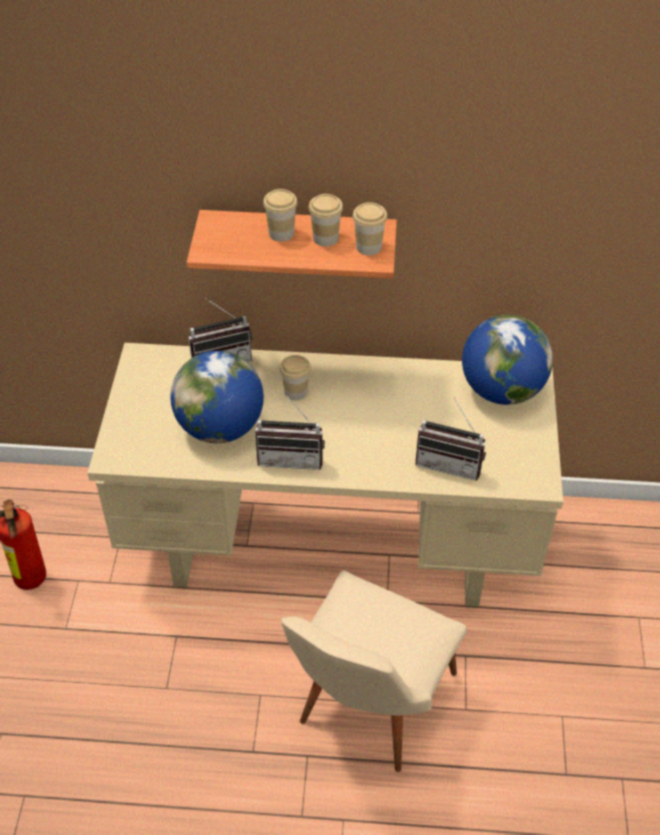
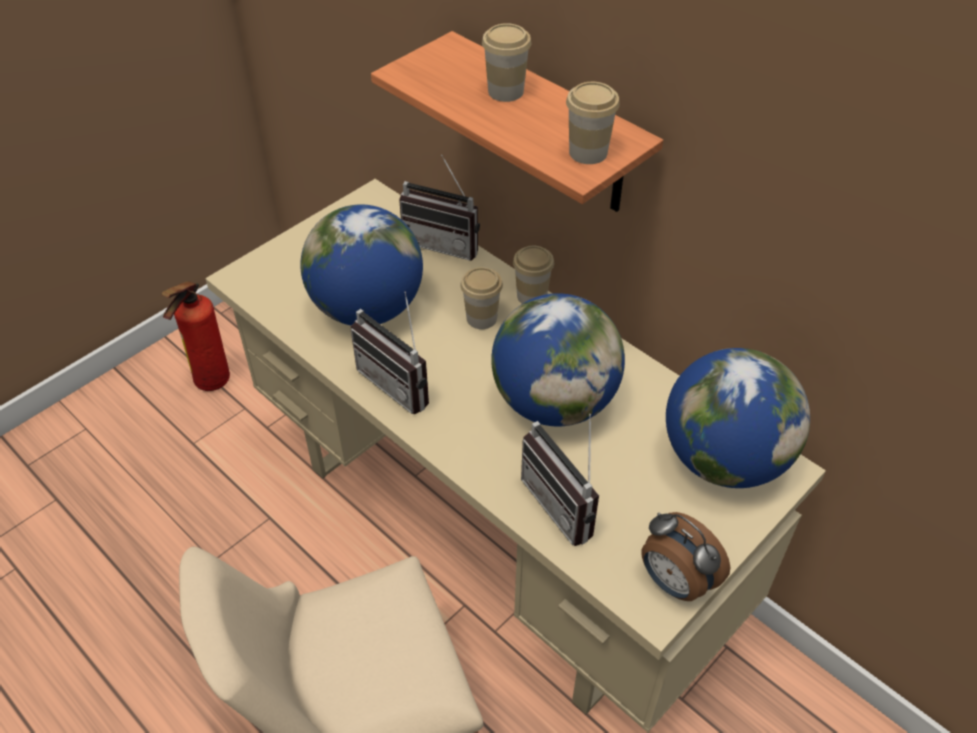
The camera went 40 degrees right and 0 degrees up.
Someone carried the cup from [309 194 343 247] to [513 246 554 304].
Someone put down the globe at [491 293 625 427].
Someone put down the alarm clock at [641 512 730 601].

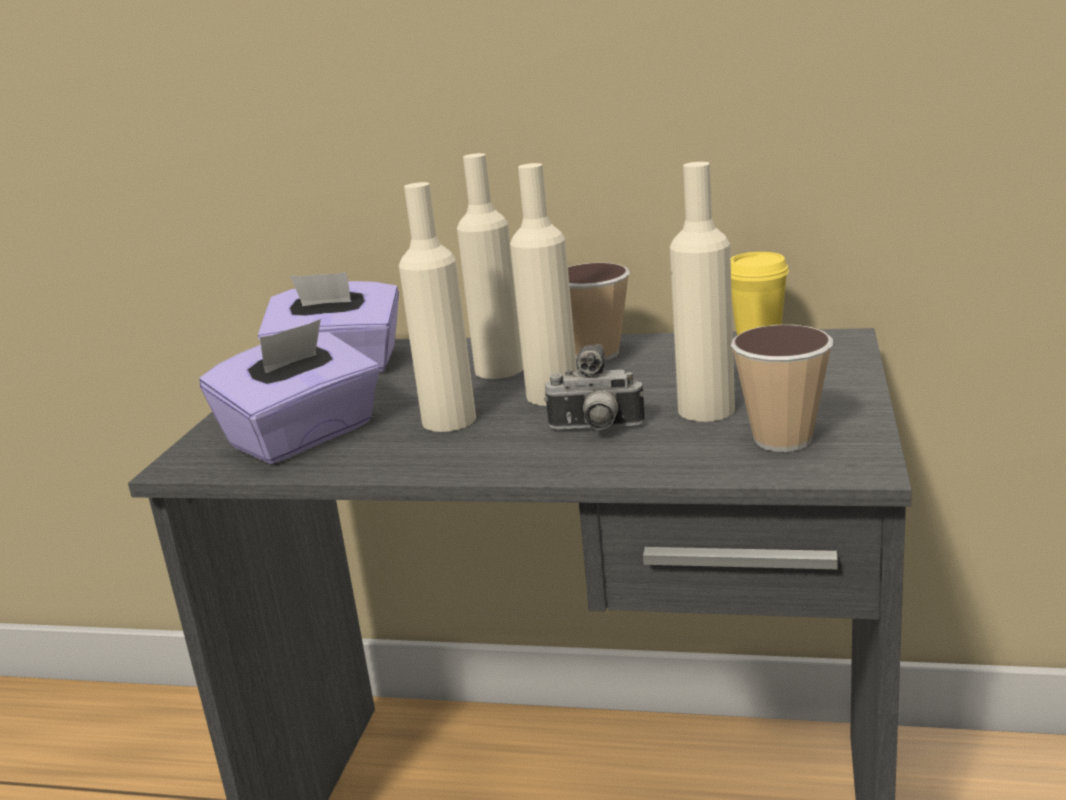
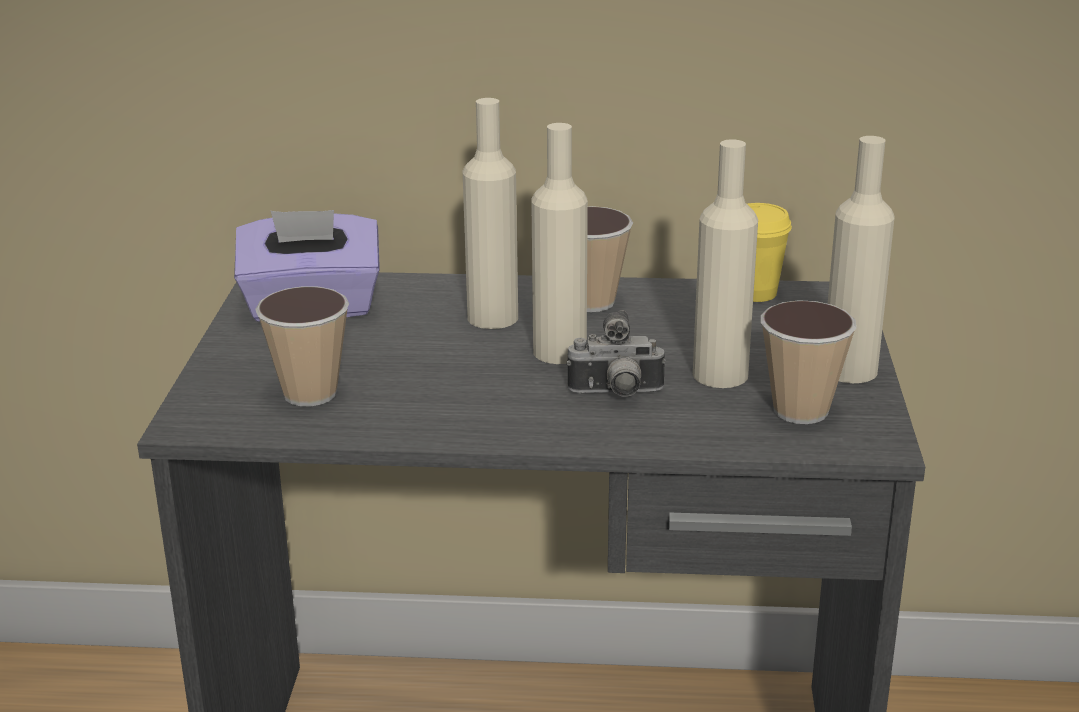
The camera went 10 degrees left and 5 degrees up.
Someone swapped the purple tissue box at [199 319 380 464] for the cup at [255 286 349 406].
Someone carried the beige bottle from [399 182 476 432] to [828 136 895 383].

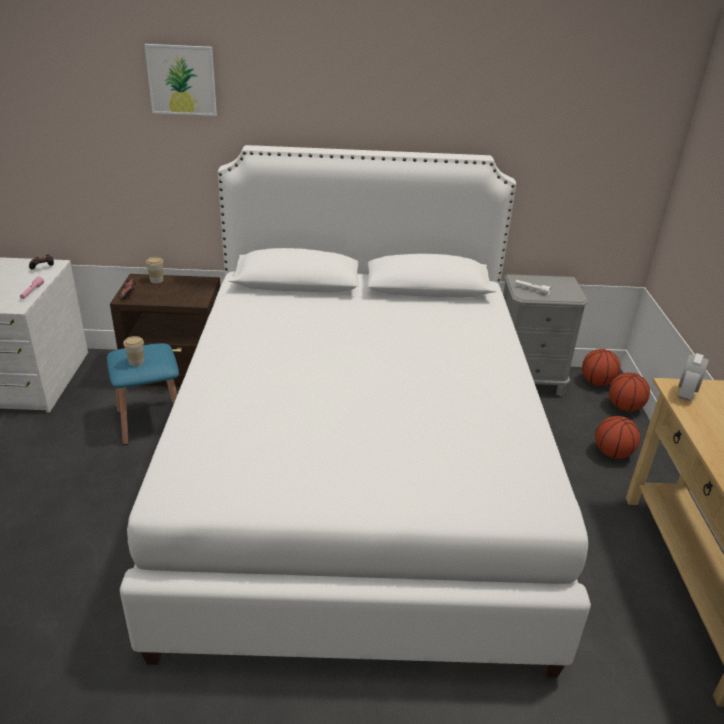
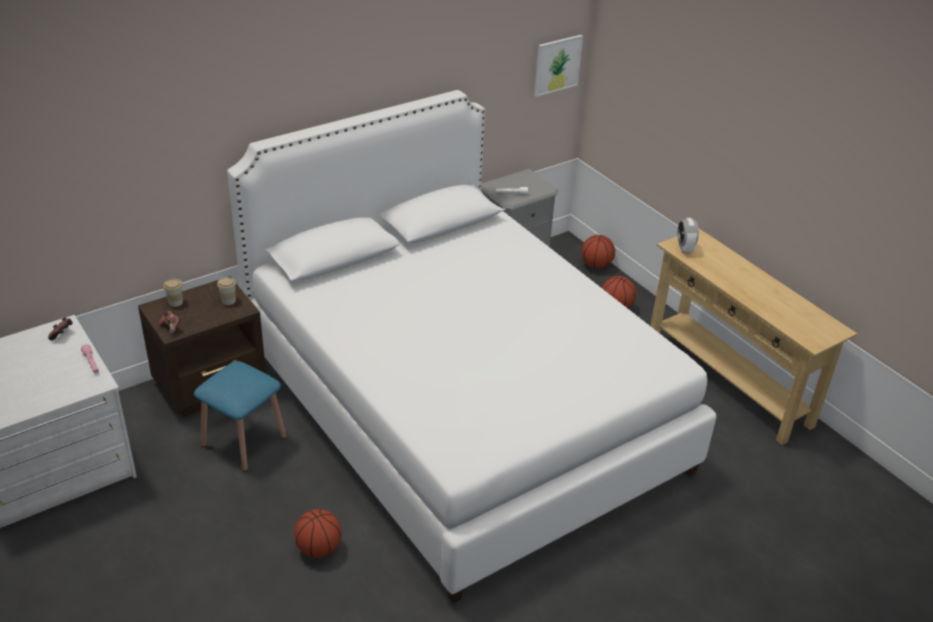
The camera went 35 degrees left and 5 degrees up.
Someone carried the cup from [123 336 144 366] to [217 277 236 305].
Someone carried the picture from [144 44 217 116] to [534 35 583 97].
Someone carried the basketball from [582 349 621 386] to [294 509 341 558].

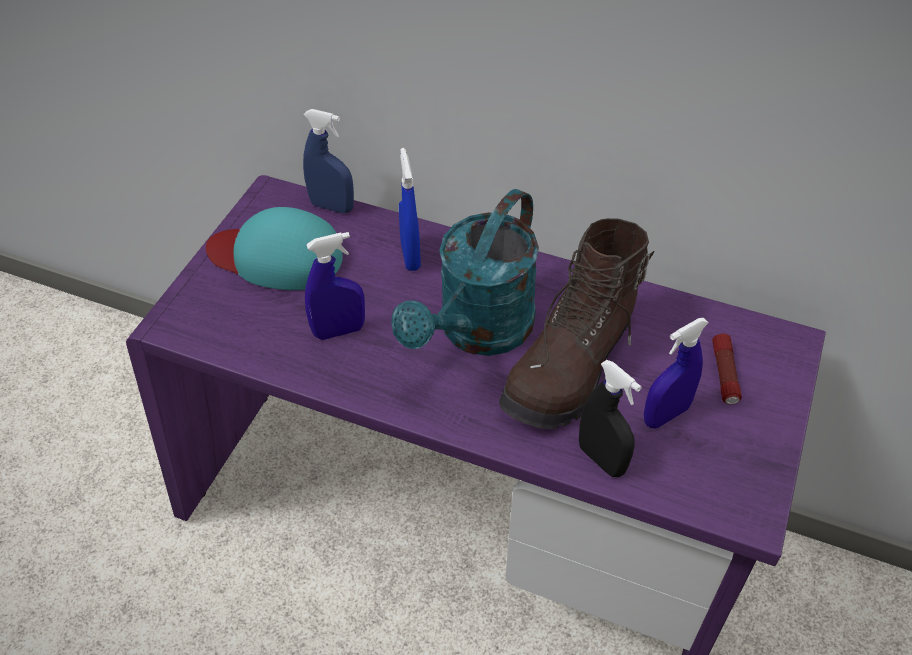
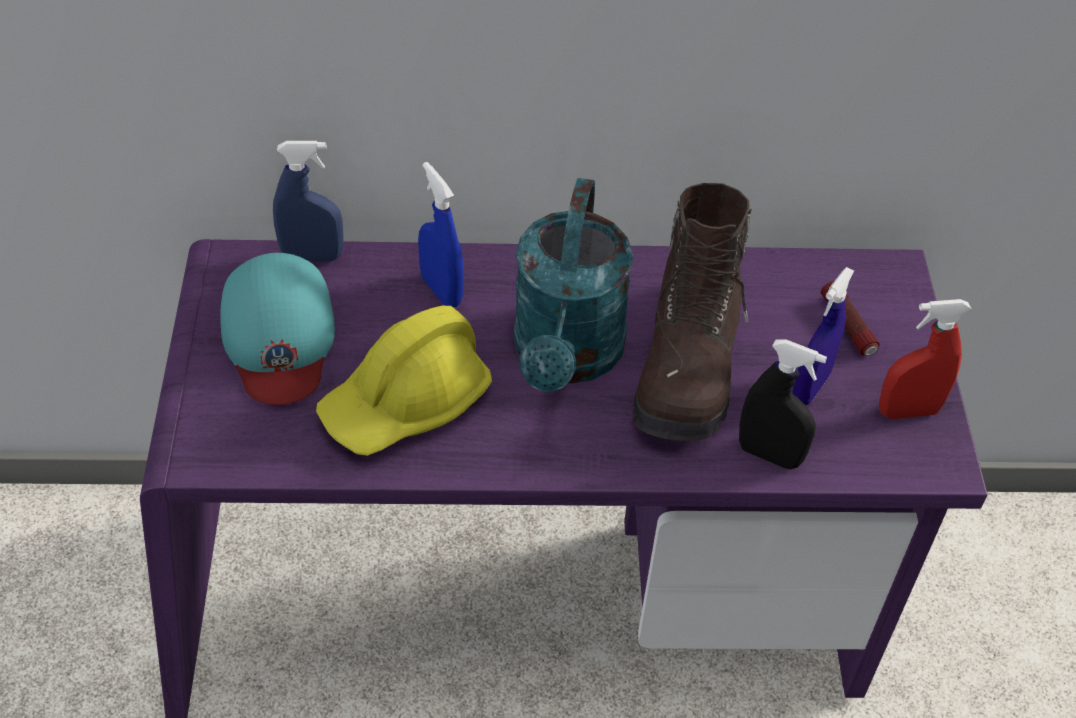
The camera went 25 degrees left and 0 degrees up.
Someone rotated the turquoise cap at [206 207 343 290] by 90 degrees counterclockwise.
Someone swapped the blue spray bottle at [305 232 365 340] for the yellow hard hat at [316 306 492 456].
Someone put down the red spray bottle at [879 299 971 419].

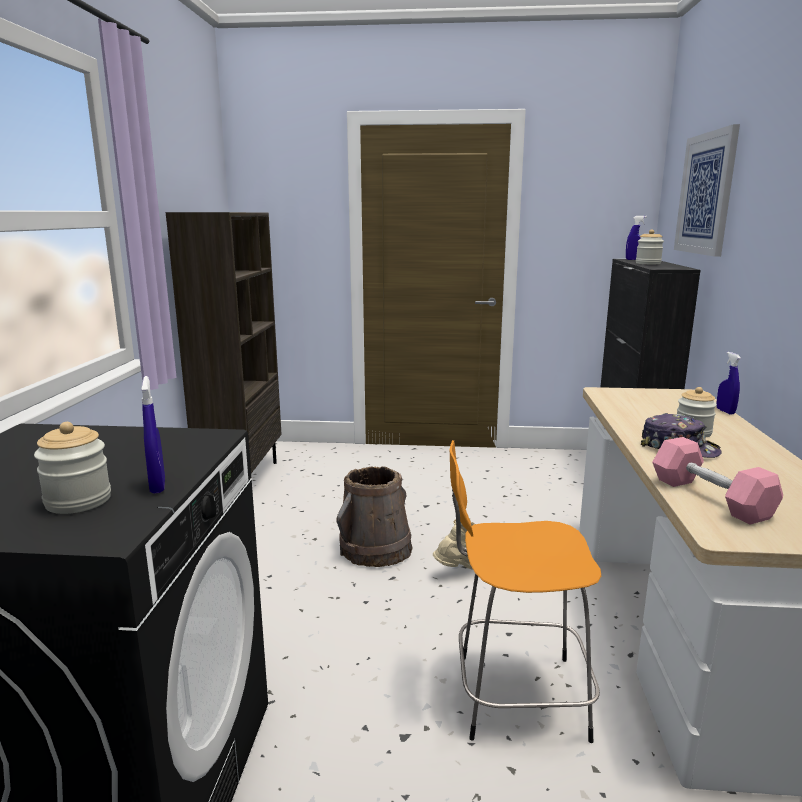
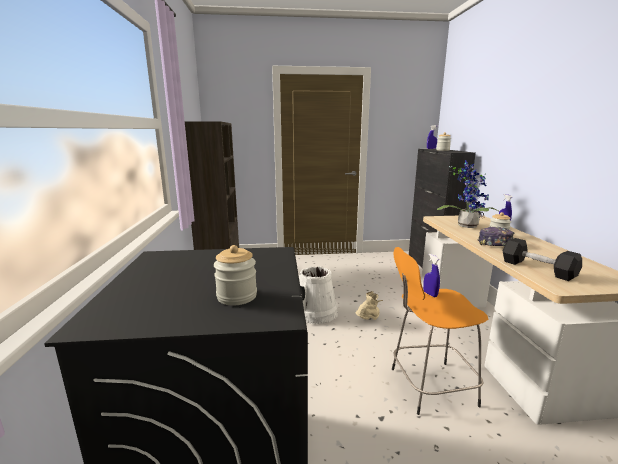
The camera went 10 degrees left and 0 degrees up.
Someone carried the blue spray bottle from [141 376 165 494] to [423 254 440 297].
Someone repainted the brown bucket at [336 466 412 567], which became the white bucket at [299 266 338 324].
Someone repainted the pink dumbbell at [652 437 783 525], which became the black dumbbell at [503 238 582 281].
Someone took away the picture at [674 124 740 257].
Someone put down the potted plant at [437 160 500 228].

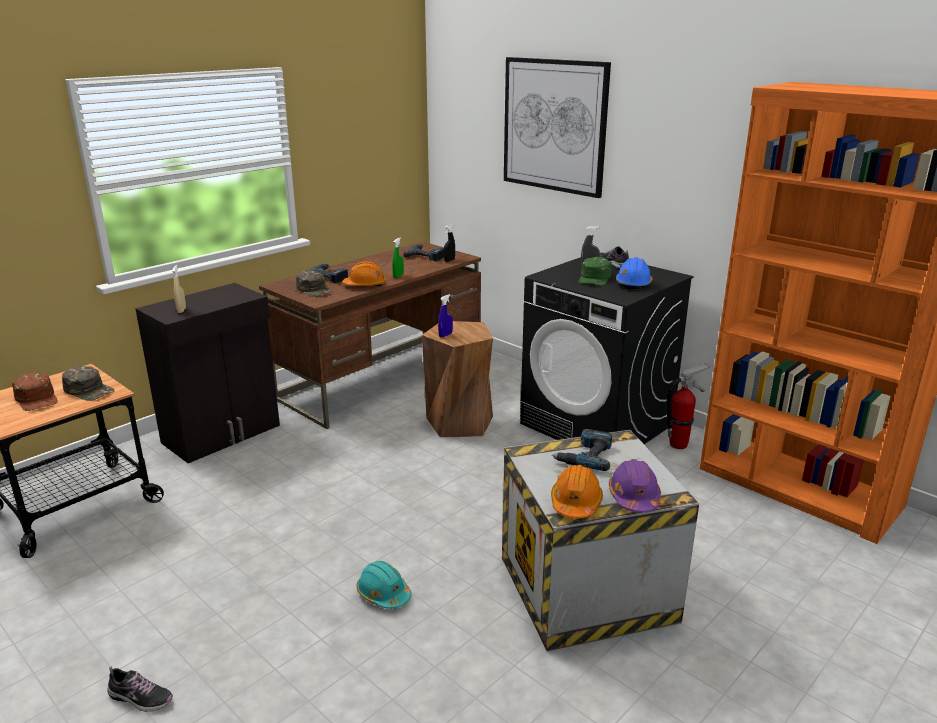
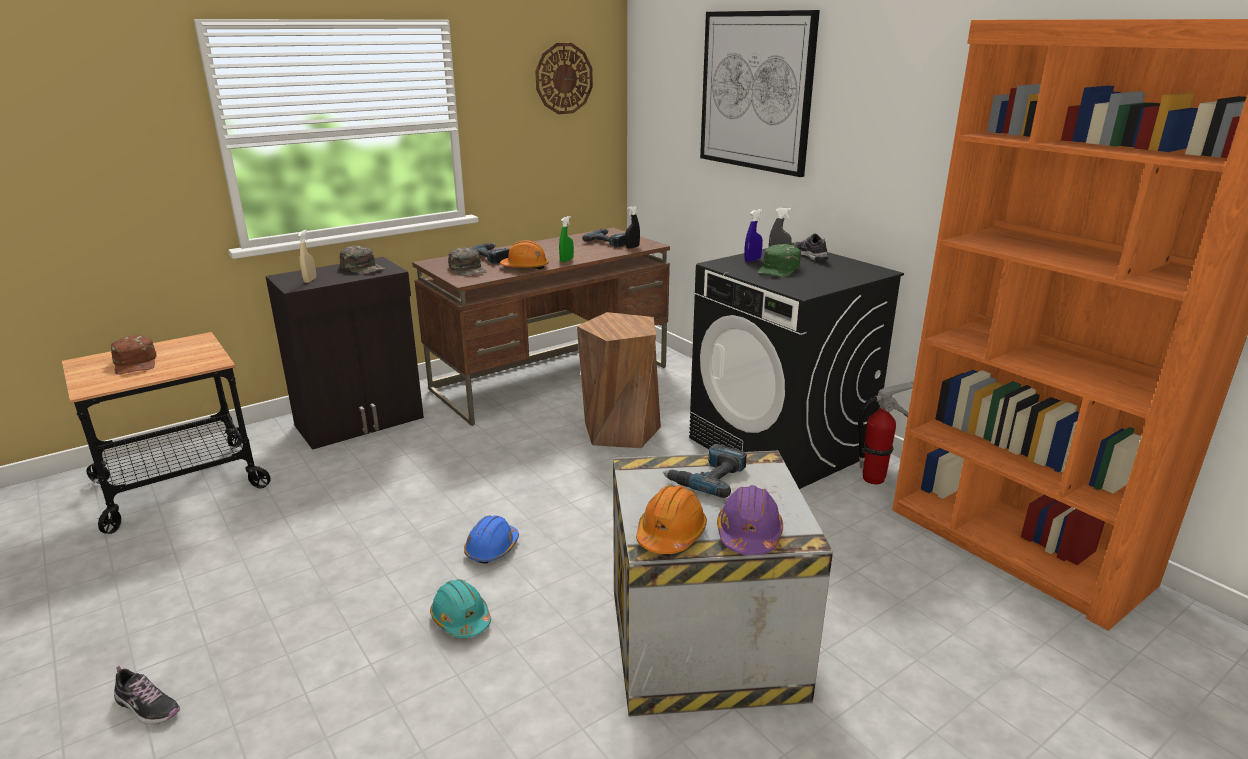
The camera went 10 degrees right and 0 degrees up.
Someone carried the green cap from [62 366 115 401] to [340 245 386 275].
Someone carried the blue spray bottle from [438 294 453 338] to [744 209 763 262].
Someone carried the blue hard hat from [616 257 652 290] to [464 515 519 564].
Someone put up the wall clock at [535 43 593 114].

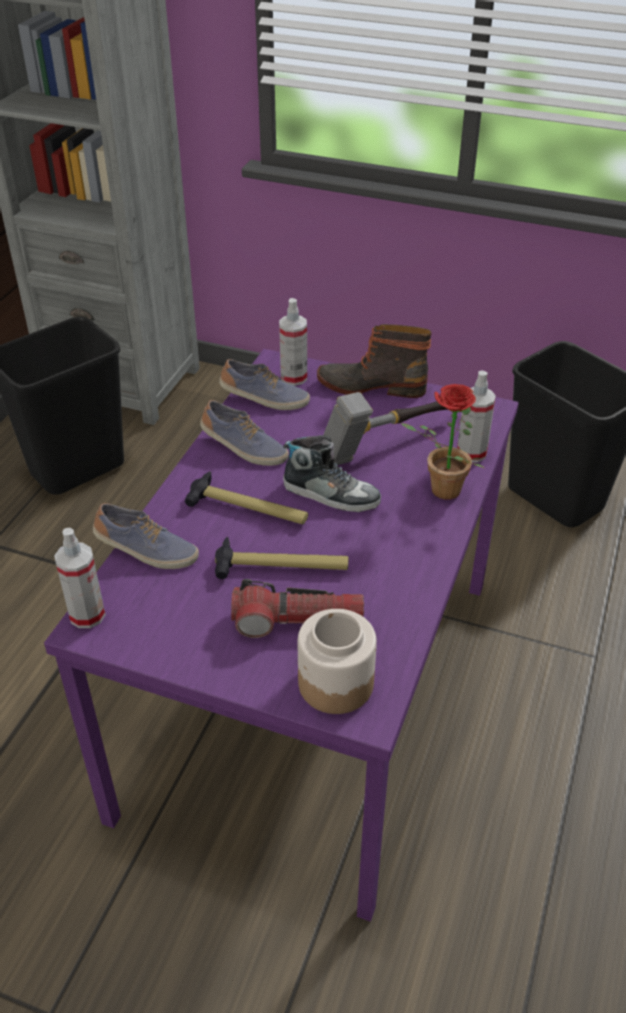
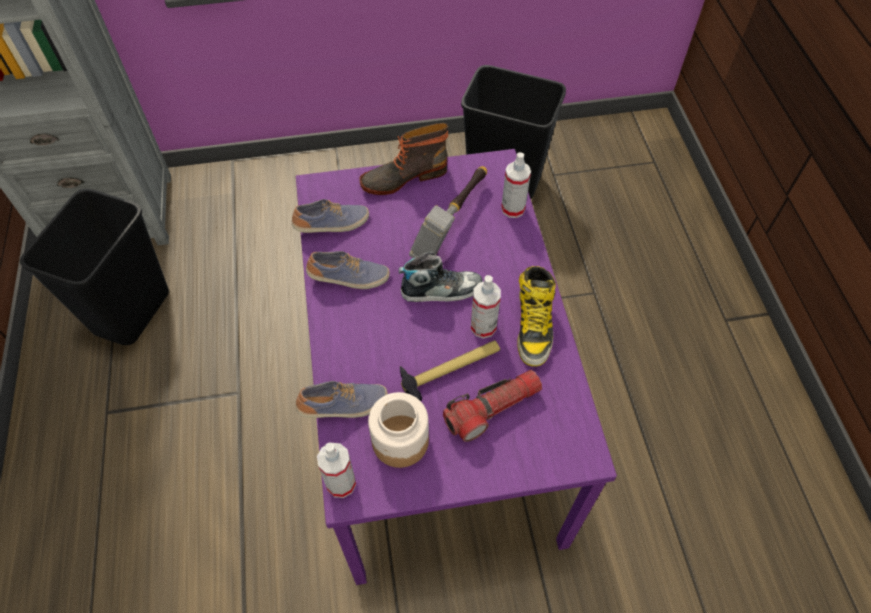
The camera went 30 degrees left and 15 degrees up.
Someone took away the hammer at [185 471 308 524].
Someone carried the spray bottle from [279 298 307 386] to [471 275 501 339].
Someone carried the jar from [298 609 377 714] to [368 392 429 468].
Someone took away the potted plant at [401 384 484 500].
Someone put down the boot at [517 266 556 367].

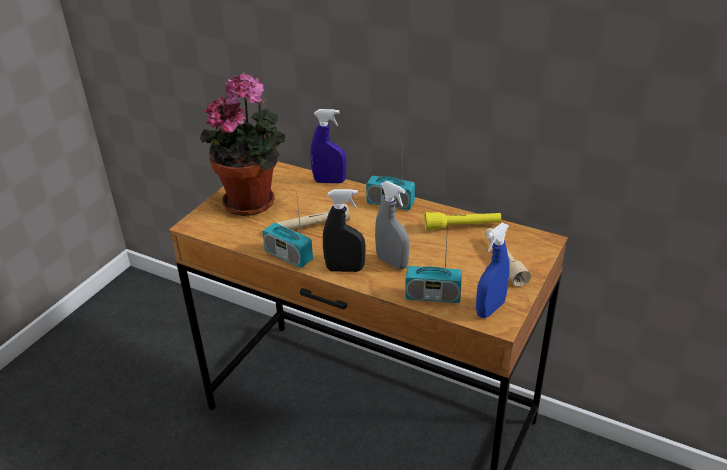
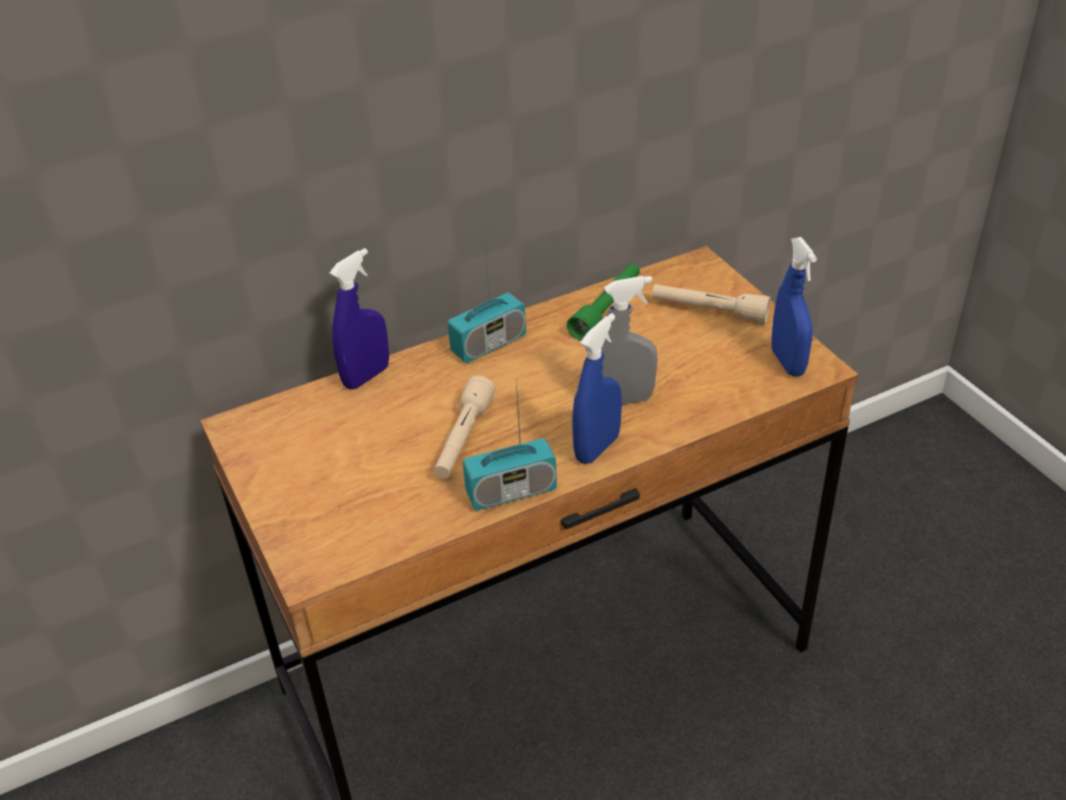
The camera went 55 degrees left and 5 degrees up.
Someone took away the potted plant at [200 72 285 216].
Someone repainted the black spray bottle at [323 189 365 272], which became the blue spray bottle at [572 313 622 464].
Someone took away the radio at [405 225 462 303].
Someone repainted the yellow flashlight at [424 212 501 230], which became the green flashlight at [567 263 640 341].

